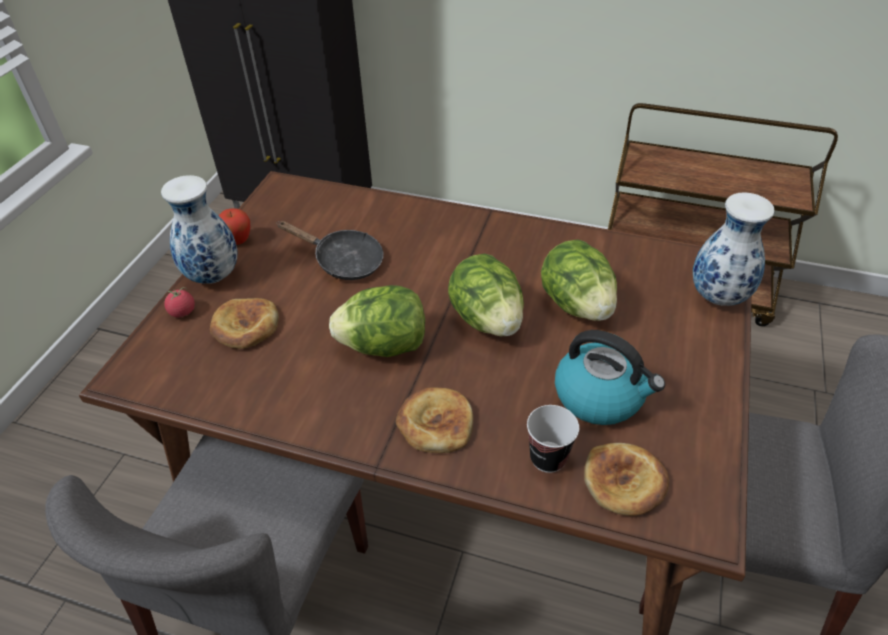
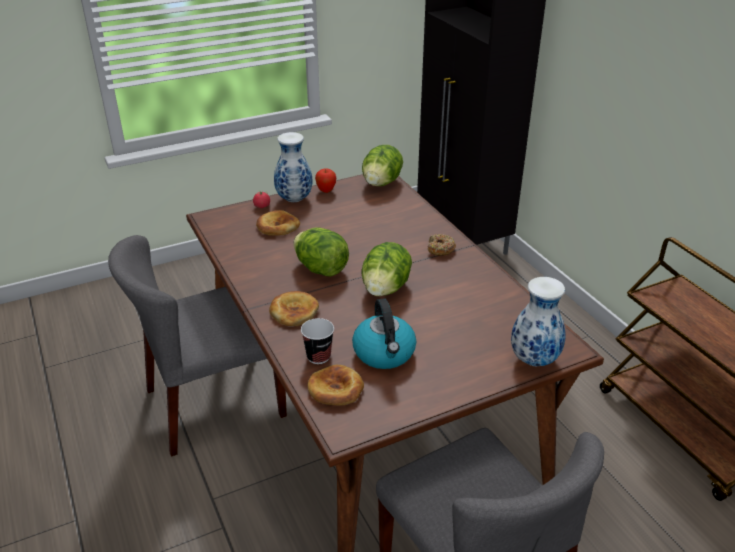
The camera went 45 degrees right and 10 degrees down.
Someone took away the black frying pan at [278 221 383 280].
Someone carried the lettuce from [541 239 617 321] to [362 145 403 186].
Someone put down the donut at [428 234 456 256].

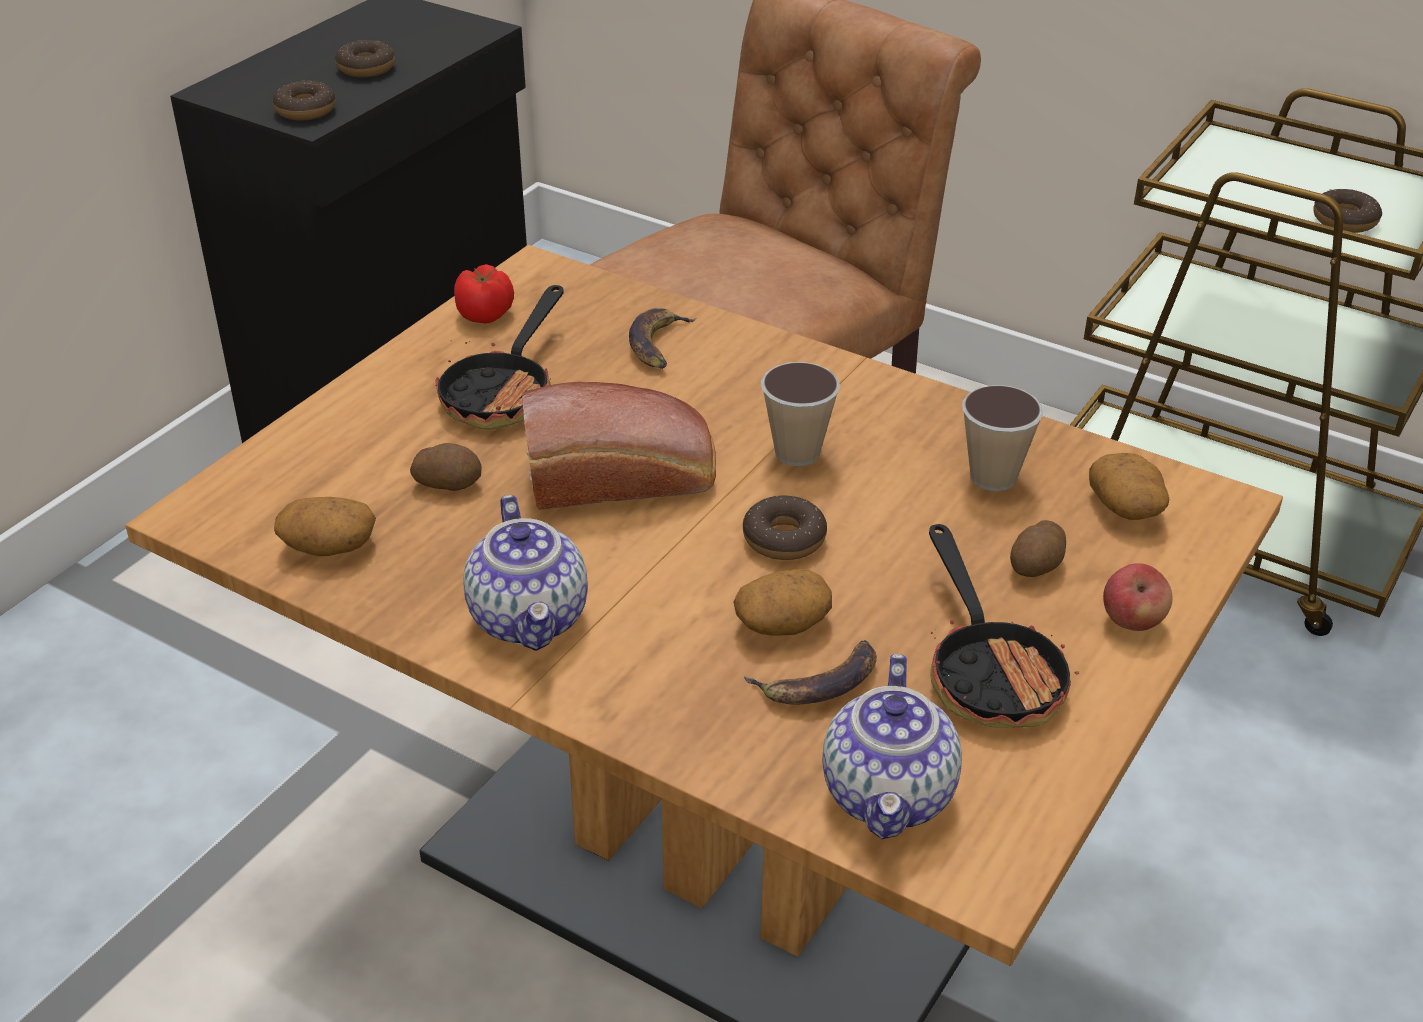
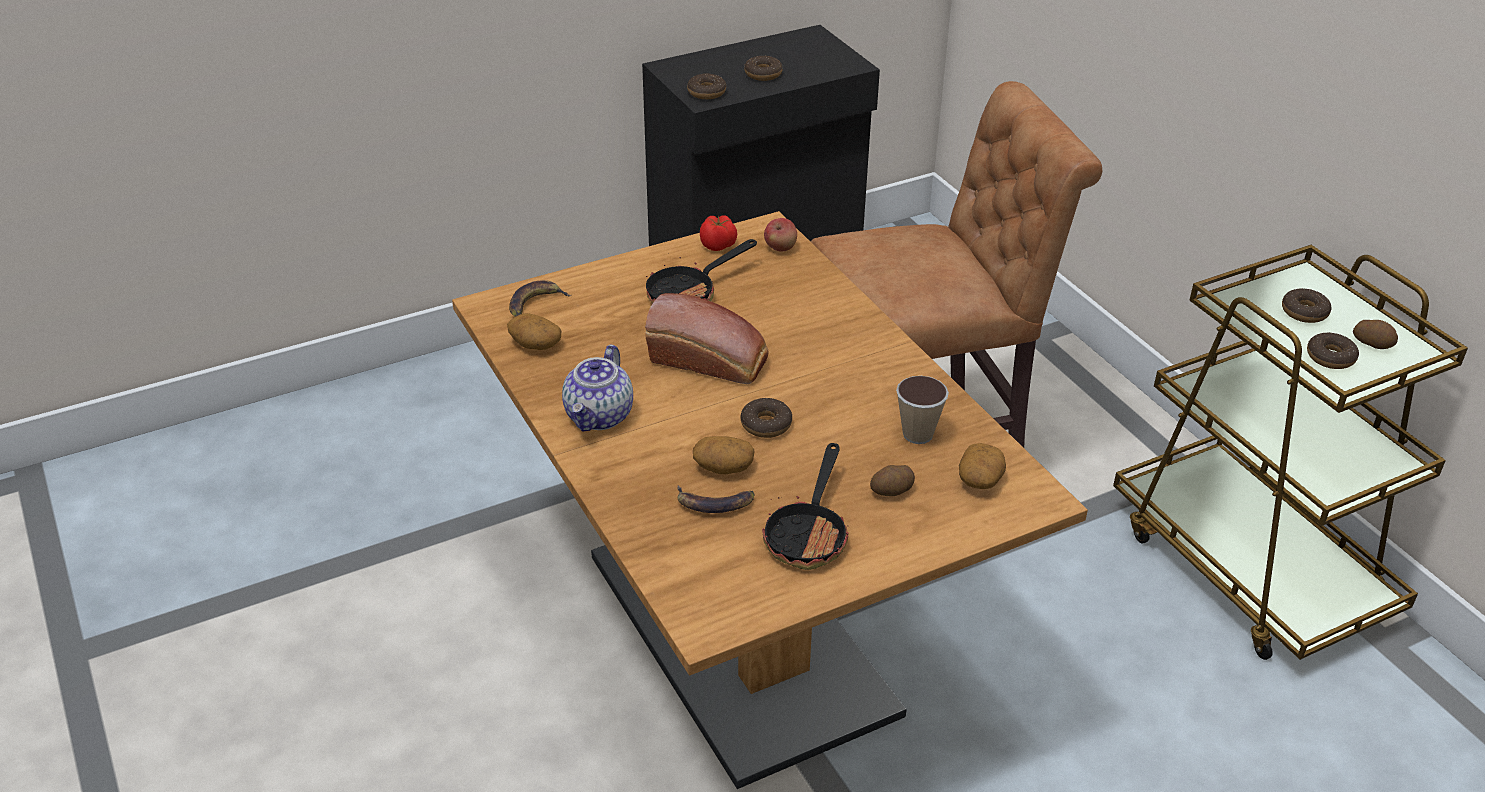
The camera went 30 degrees right and 0 degrees up.
Someone carried the potato from [410 443 482 491] to [1353 320 1398 349].
Someone carried the banana from [629 308 696 369] to [509 280 571 317].
Someone took away the cup at [761 362 840 466].
Someone took away the teapot at [822 654 962 839].
Someone carried the apple from [1103 563 1173 631] to [764 218 797 251].
Someone put down the donut at [1282 288 1331 323].

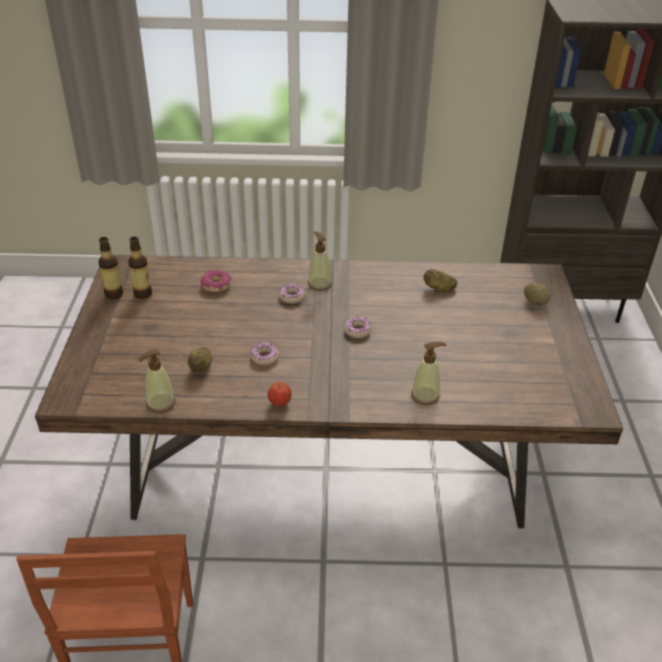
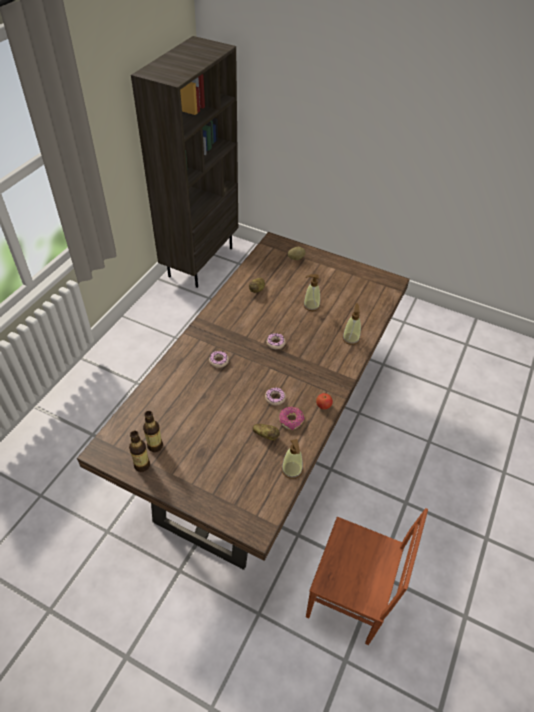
The camera went 65 degrees left and 10 degrees up.
Someone carried the donut from [200 270 232 292] to [279 407 305 430].
Someone carried the soap dispenser from [308 232 332 291] to [303 274 320 311].

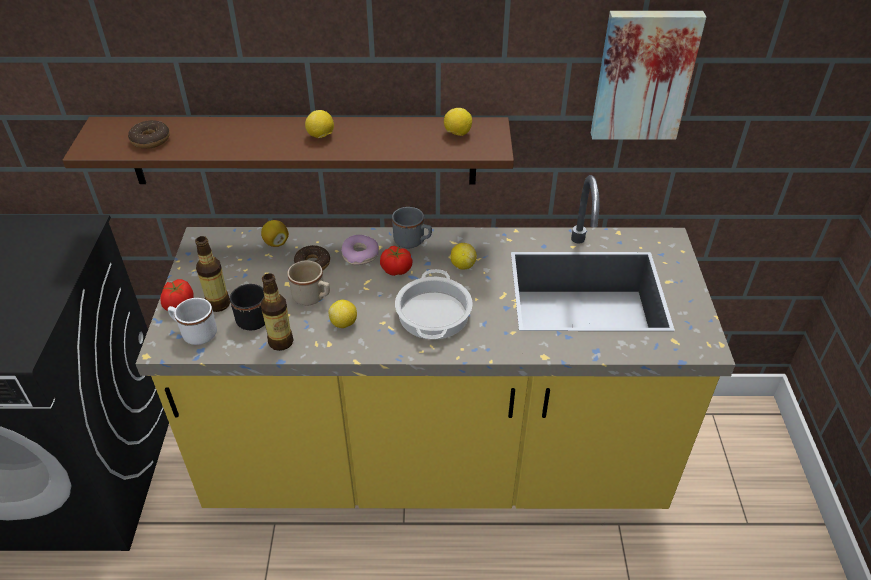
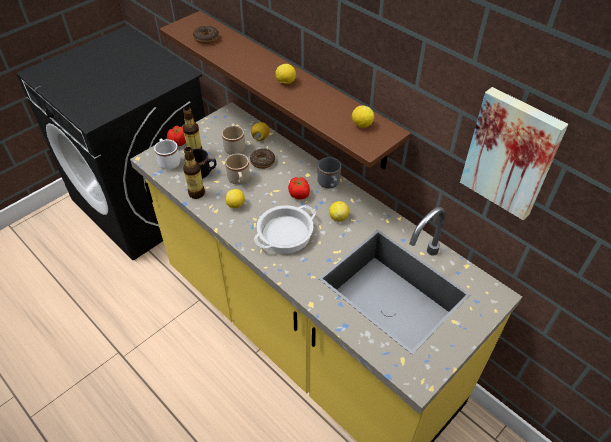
The camera went 45 degrees right and 5 degrees up.
Someone took away the donut at [341 235 379 265].
Someone put down the beige mug at [222 124 245 155].

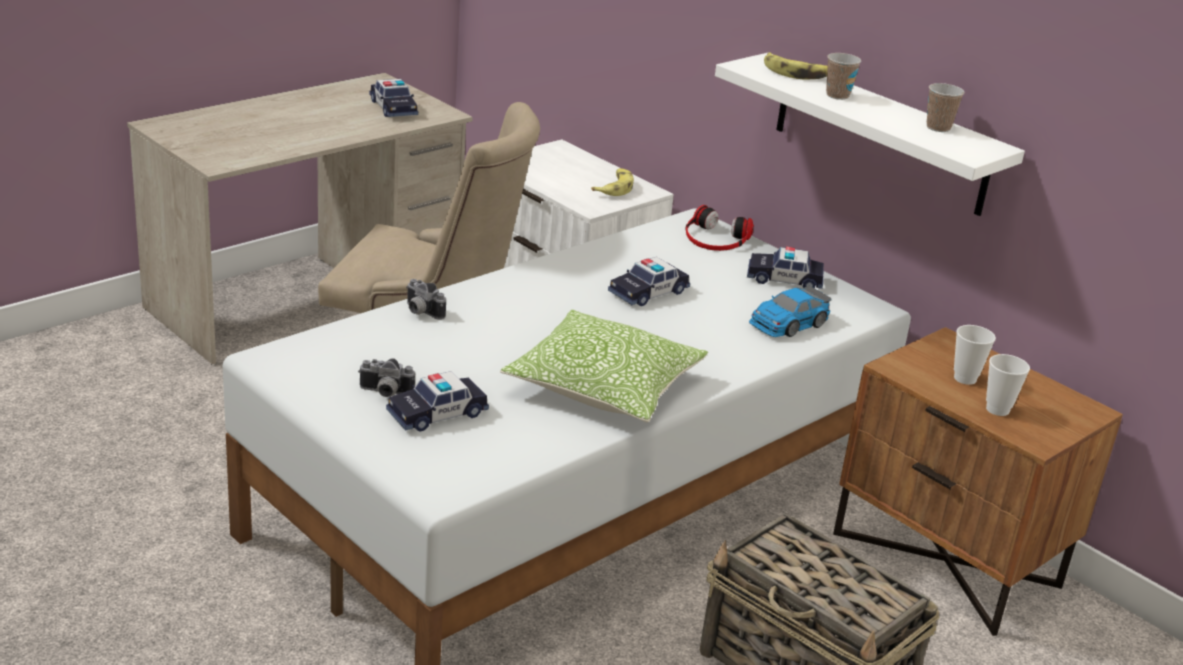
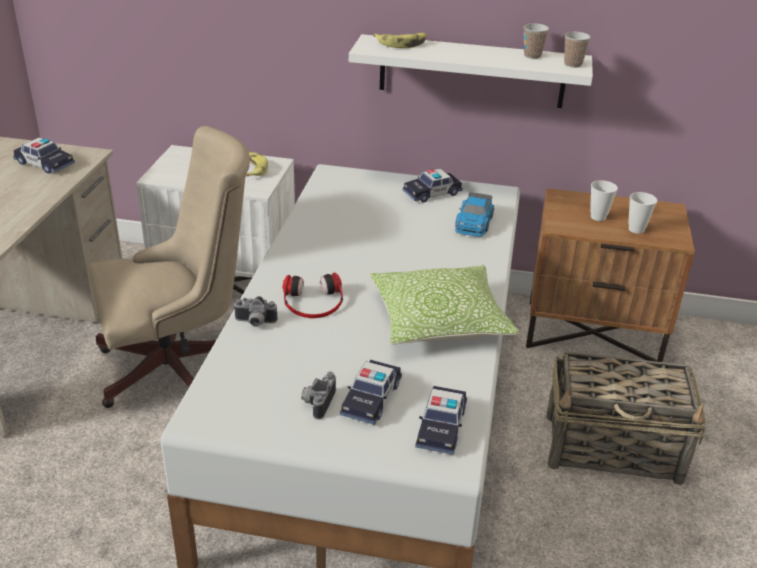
The camera went 35 degrees left and 5 degrees up.
Someone rotated the photo camera at [358 358 415 397] by 135 degrees clockwise.
Someone carried the toy car from [608 257 690 306] to [415 386 467 455].
Someone carried the headphones from [685 205 754 251] to [283 272 343 318].
Someone carried the cup from [826 53 861 100] to [564 32 591 68].

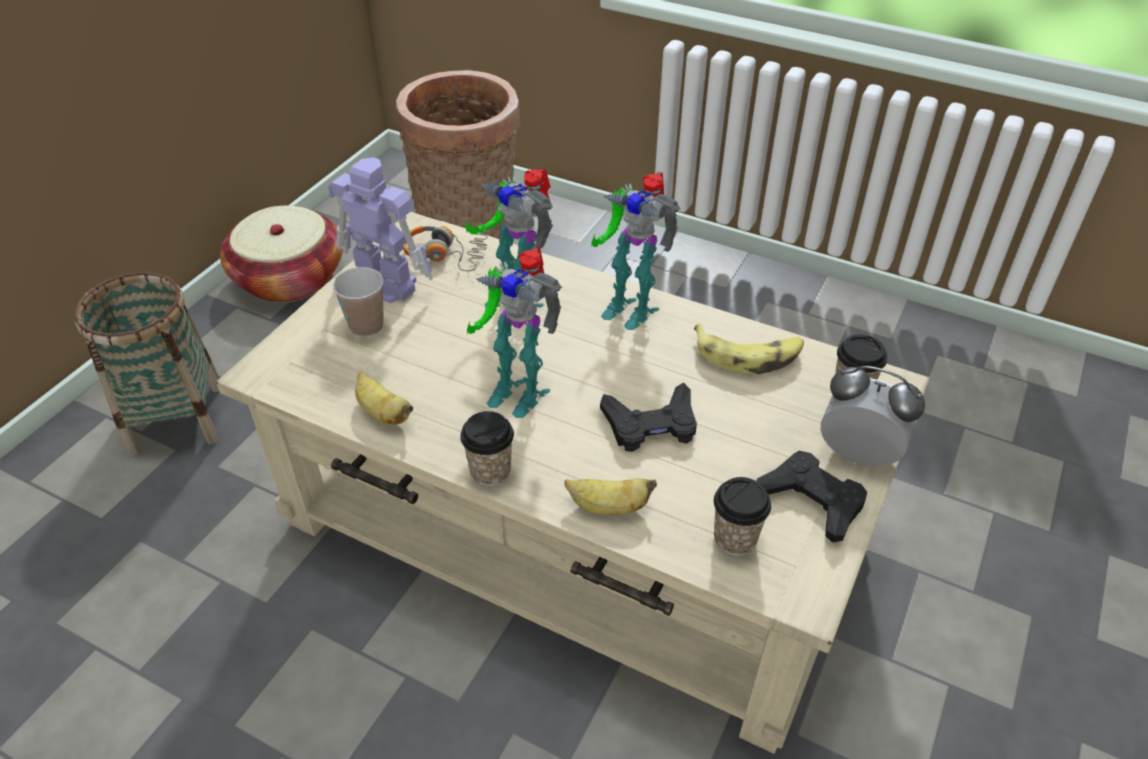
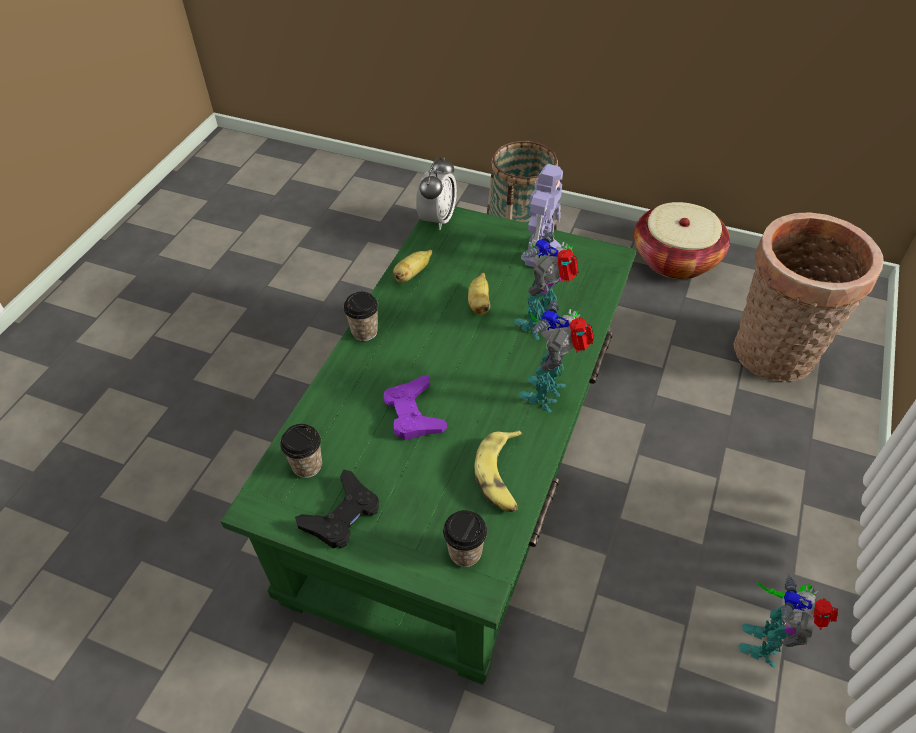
The camera went 85 degrees right and 5 degrees up.
Someone repainted the beige coffee table at [216 212 929 754], which became the green coffee table at [220 206 636 685].
Someone took away the cup at [333 267 384 337].
Someone took away the headphones at [403 226 488 271].
Someone carried the toy robot from [467 247 562 418] to [738 574 838 667].
Someone carried the banana from [564 478 657 515] to [468 273 490 315].
Someone repainted the black game controller at [600 382 697 452], which became the purple game controller at [383 376 447 440].
Someone carried the alarm clock from [821 366 925 466] to [416 157 457 230].

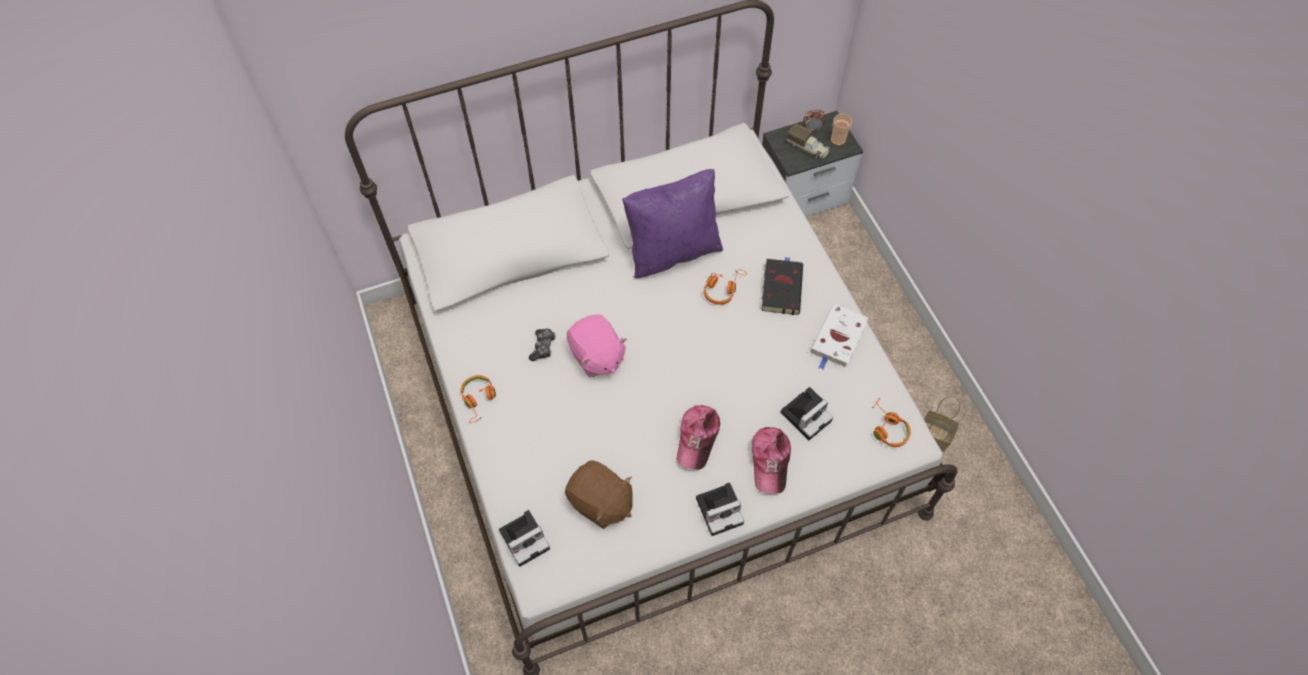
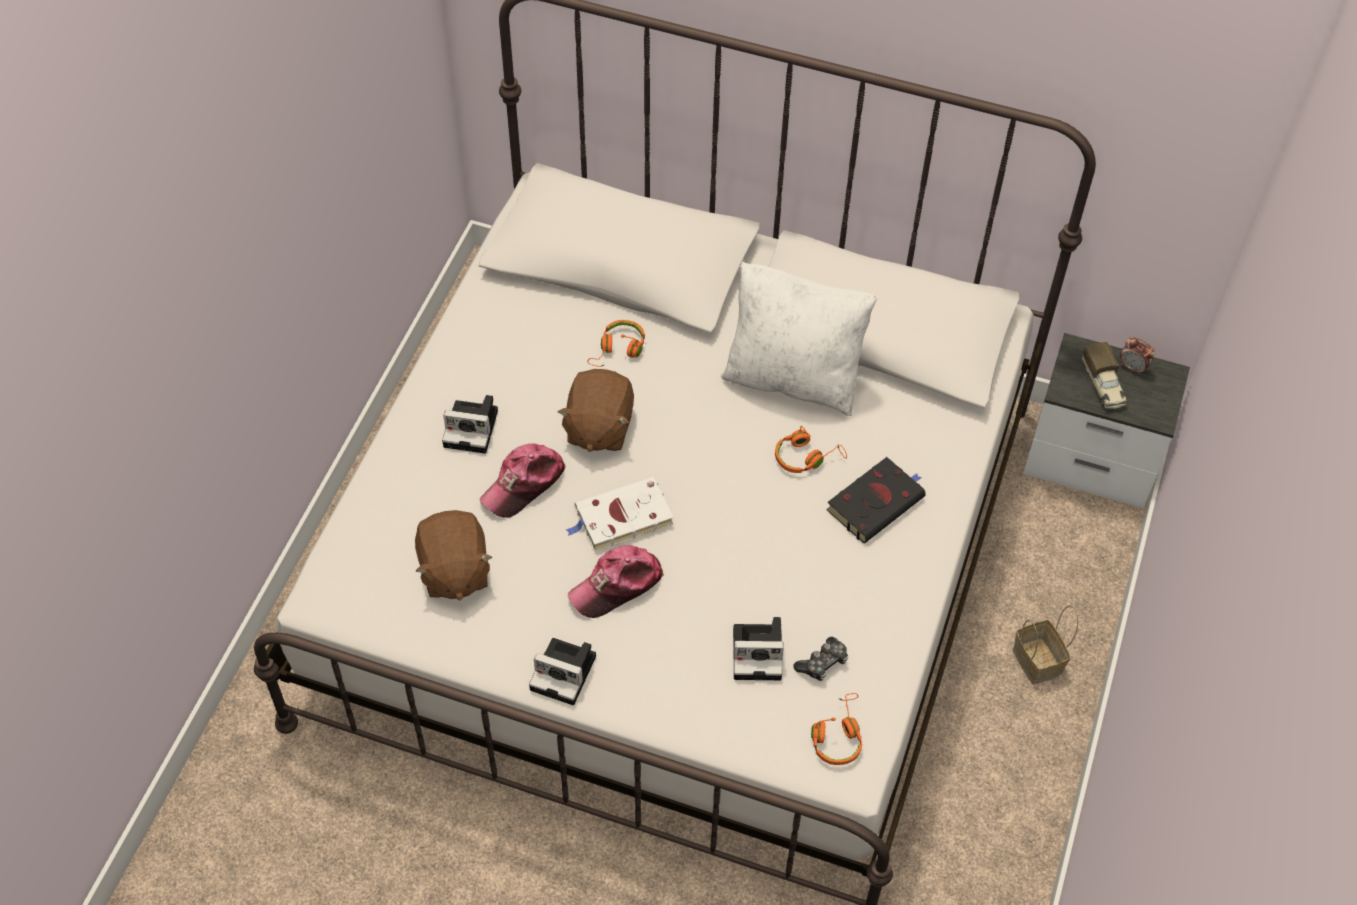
The camera went 40 degrees right and 5 degrees down.
Someone carried the orange headphones from [461 375 496 423] to [587 320 645 367].
Someone carried the photo camera from [499 510 550 567] to [442 395 498 454].
Someone carried the game controller from [529 329 555 361] to [793 637 848 681].
Someone repainted the pink plush toy at [567 314 627 378], which became the brown plush toy at [558 369 634 452].
Someone repainted the purple pillow at [622 169 723 278], which became the white pillow at [721 261 877 416].
Someone carried the cap from [752 427 791 494] to [480 444 566 518].
Someone carried the white book from [810 304 868 370] to [566 477 674 552].
Someone took away the cup at [831 114 852 146].
Someone carried the basket from [924 396 961 452] to [1013 605 1079 684].

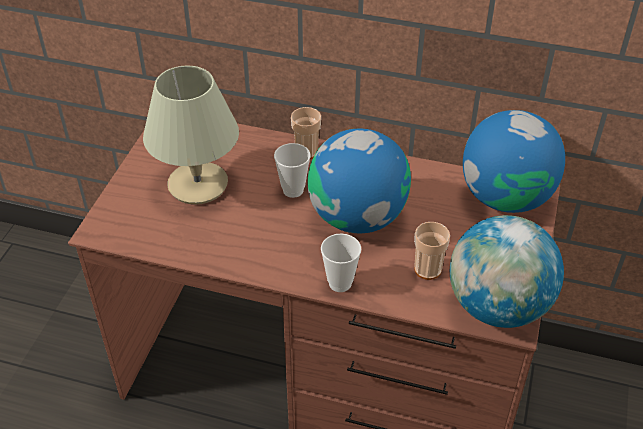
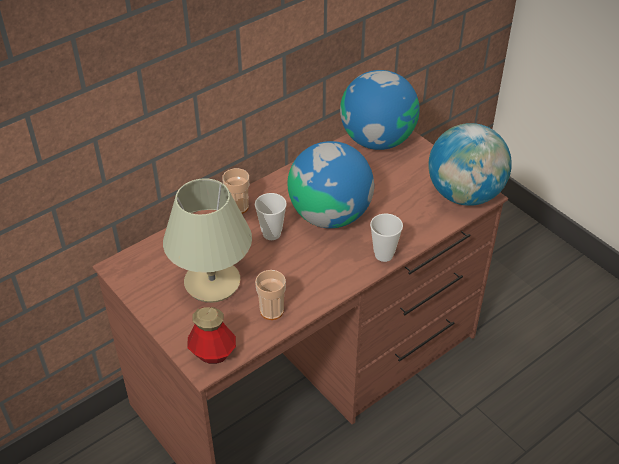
The camera went 55 degrees left and 0 degrees up.
Someone carried the cup from [414 222 450 280] to [255 270 286 320].
Someone put down the bottle at [187 307 236 364].

